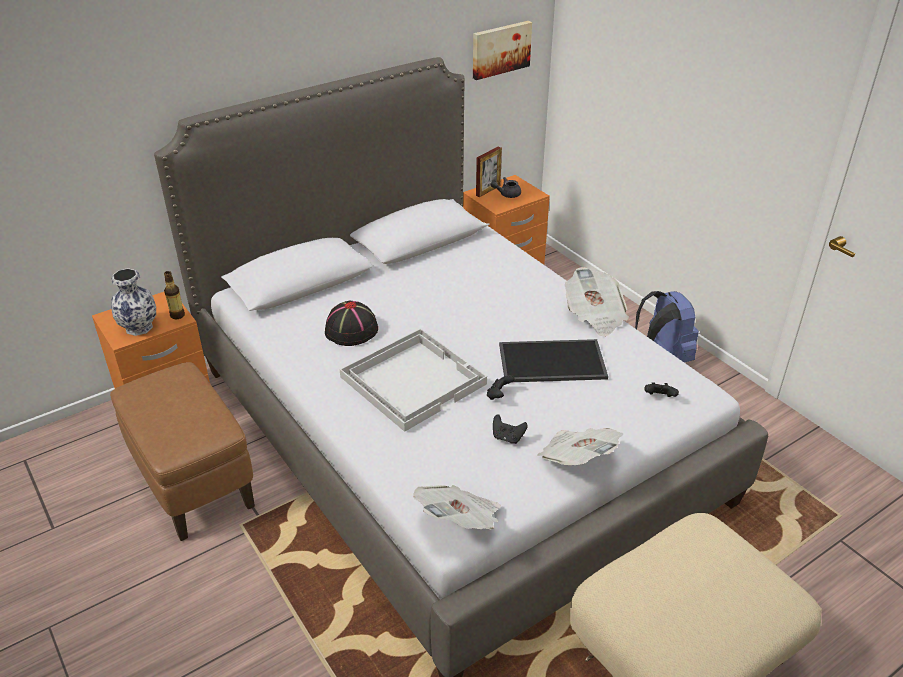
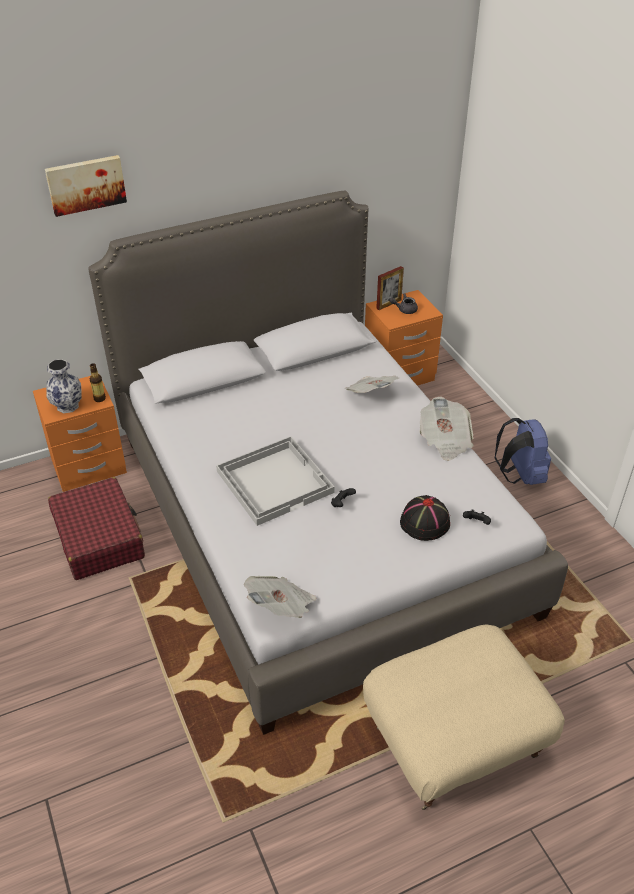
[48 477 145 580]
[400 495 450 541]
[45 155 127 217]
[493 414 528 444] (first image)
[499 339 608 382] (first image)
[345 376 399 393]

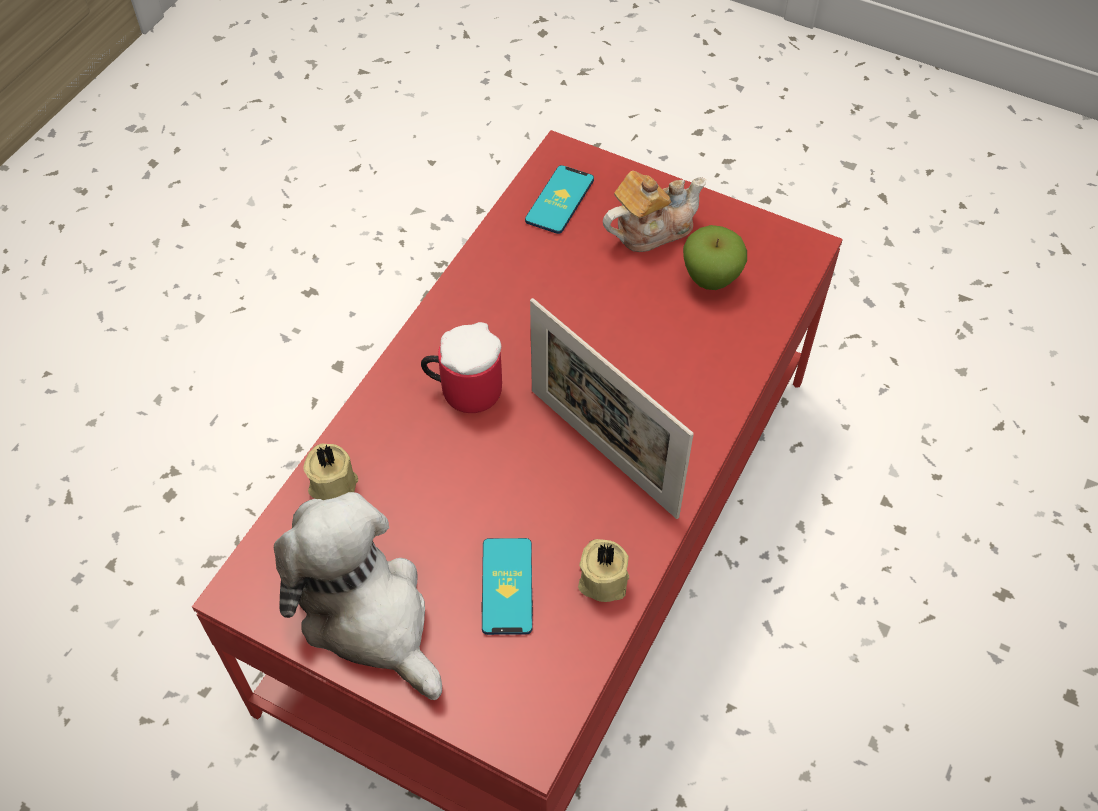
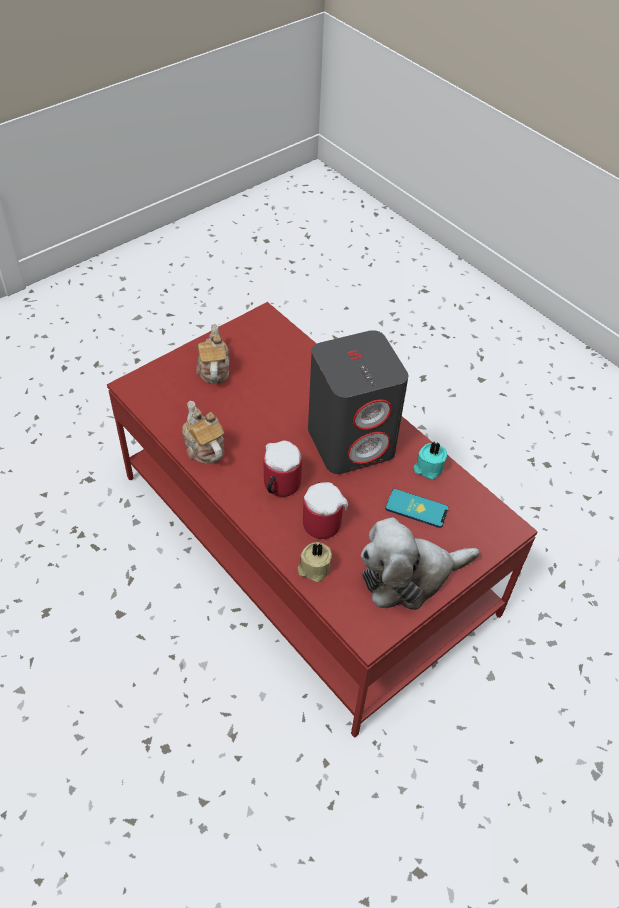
[525 165 594 234] (first image)
[308 330 408 474]
[414 442 447 480]
[683 225 747 290] (first image)
[182 401 224 464]
[303 482 348 539]

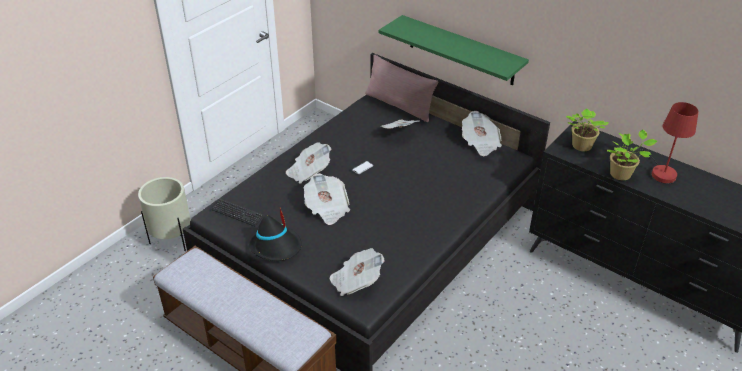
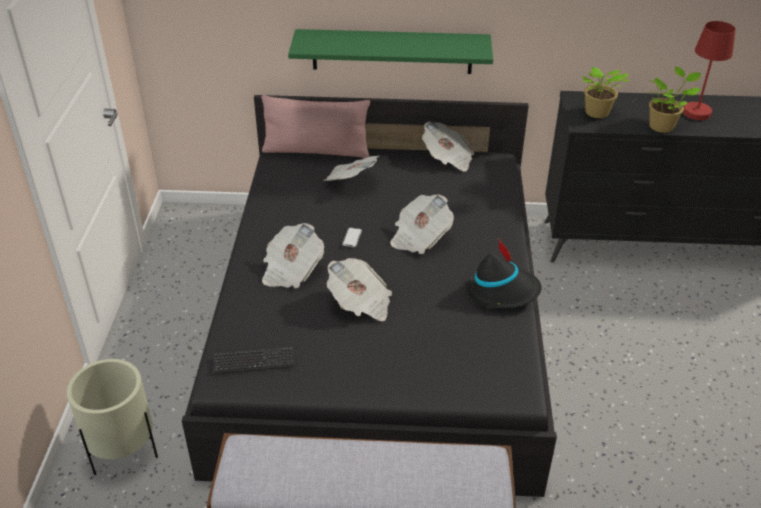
[466 238 542 308]
[390 194 454 254]

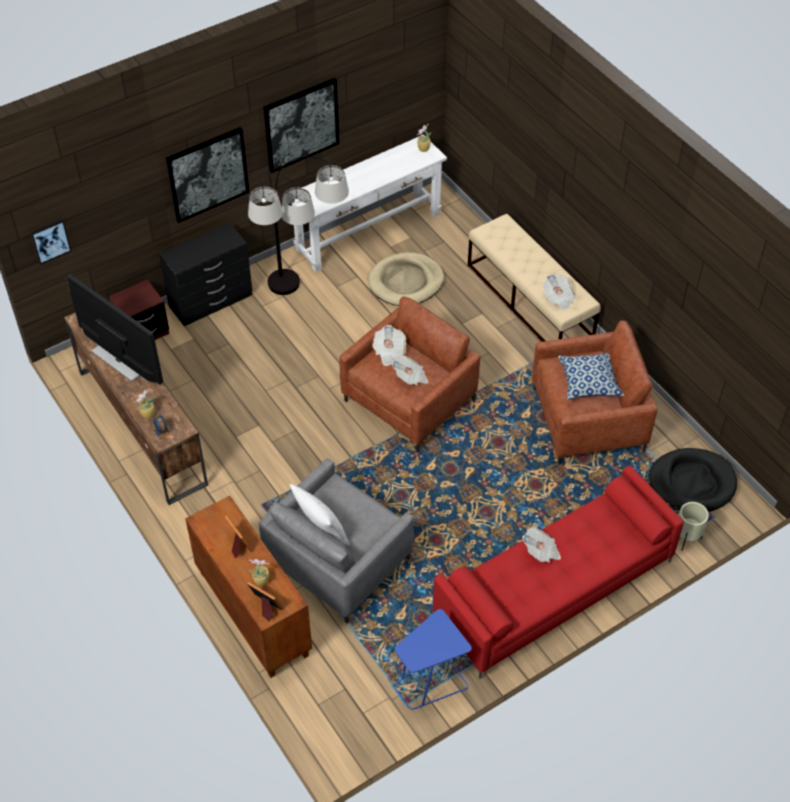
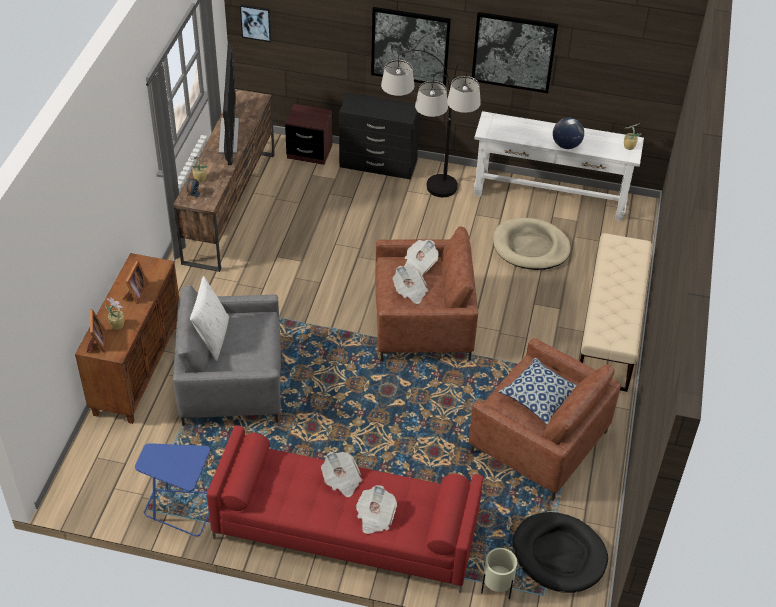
[356 485 397 534]
[553 118 584 149]

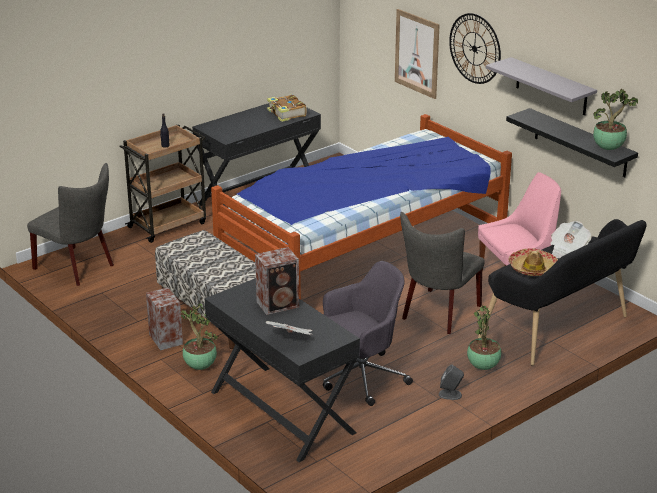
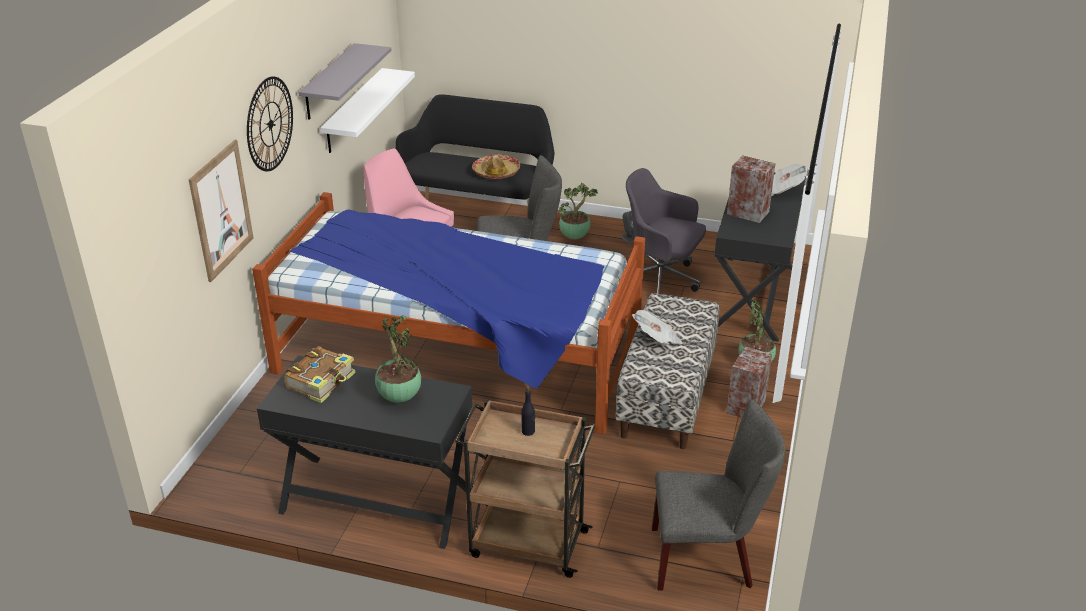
[652 399 785 590]
[320 68 415 153]
[632 310 683 344]
[375 315 421 403]

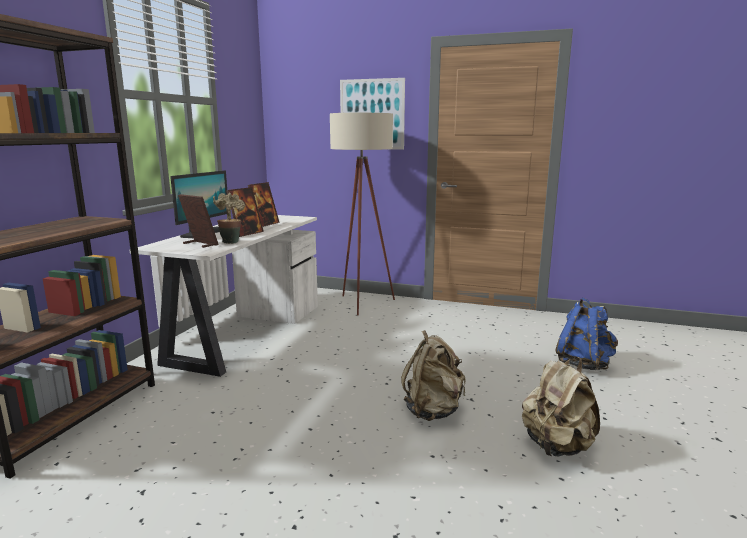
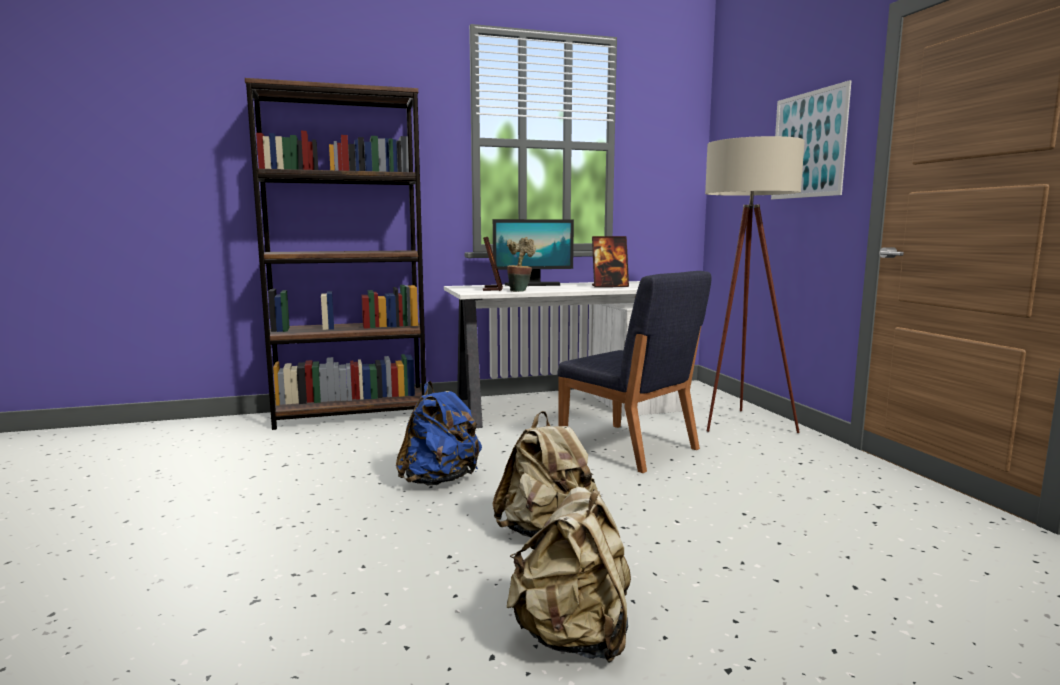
[226 187 264 237] (first image)
[396 381 482 485]
[557 271 712 473]

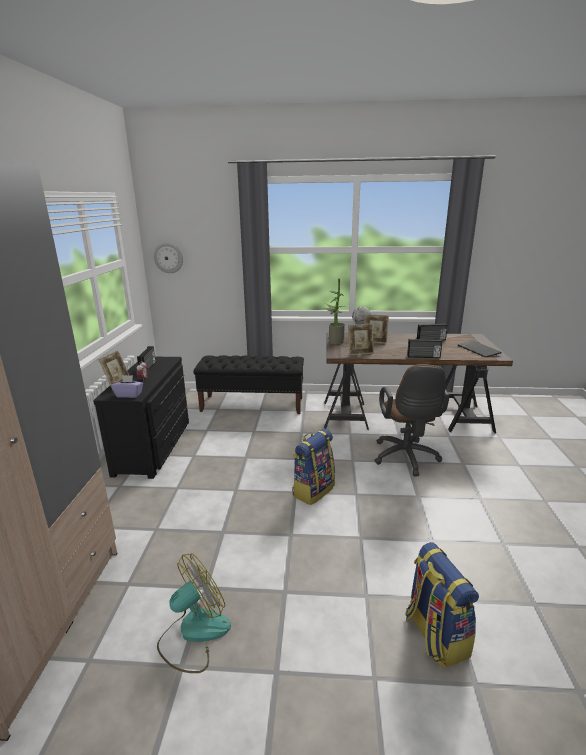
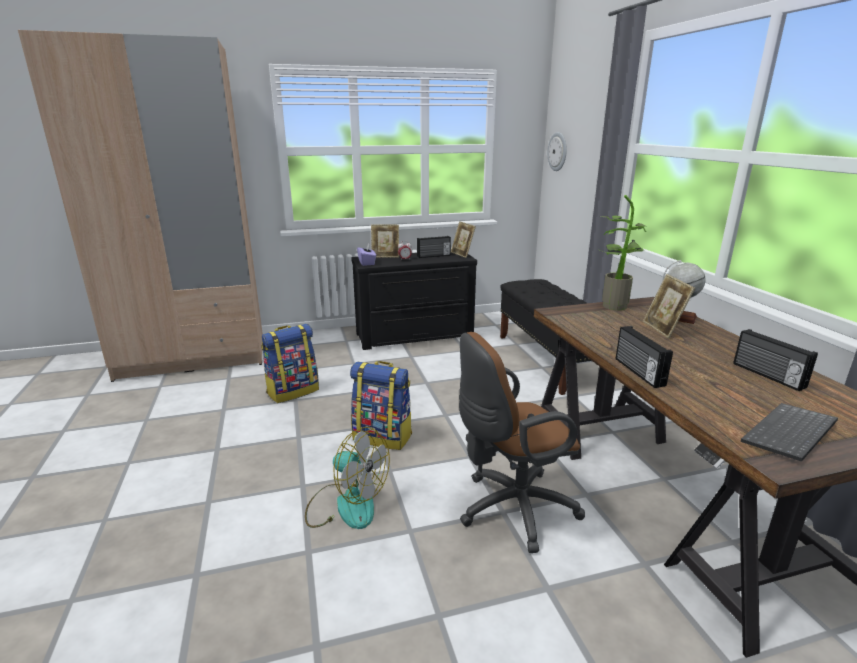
[305 427 390 529]
[451 221 476 258]
[261 324 319 403]

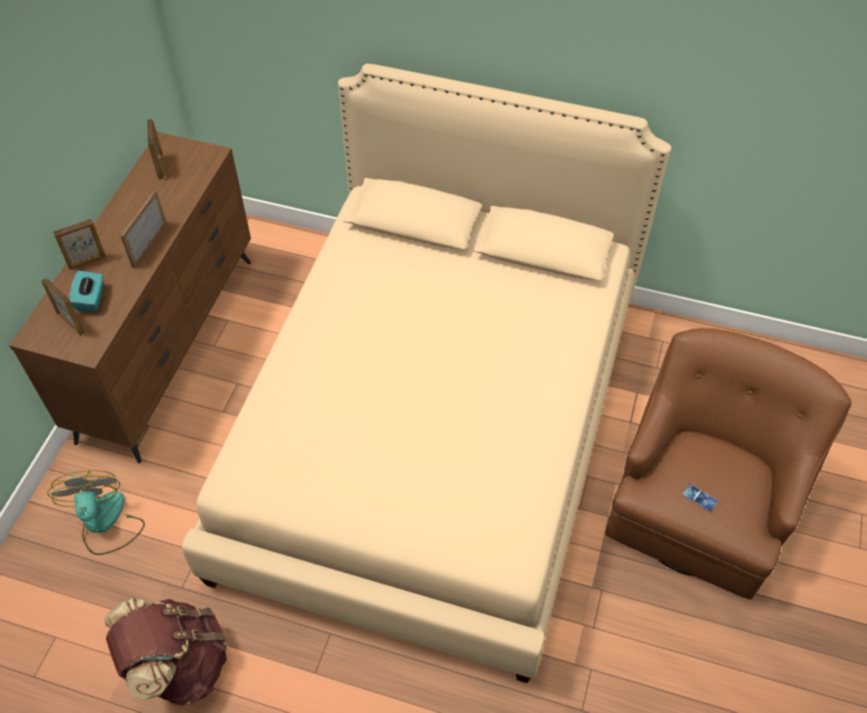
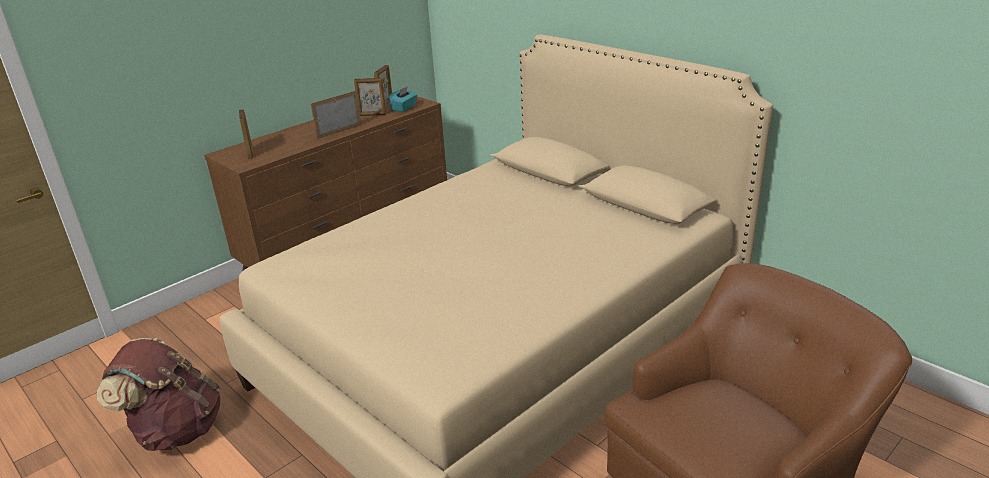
[47 470 145 555] (first image)
[354 78 386 116]
[388 86 417 112]
[683 484 718 512] (first image)

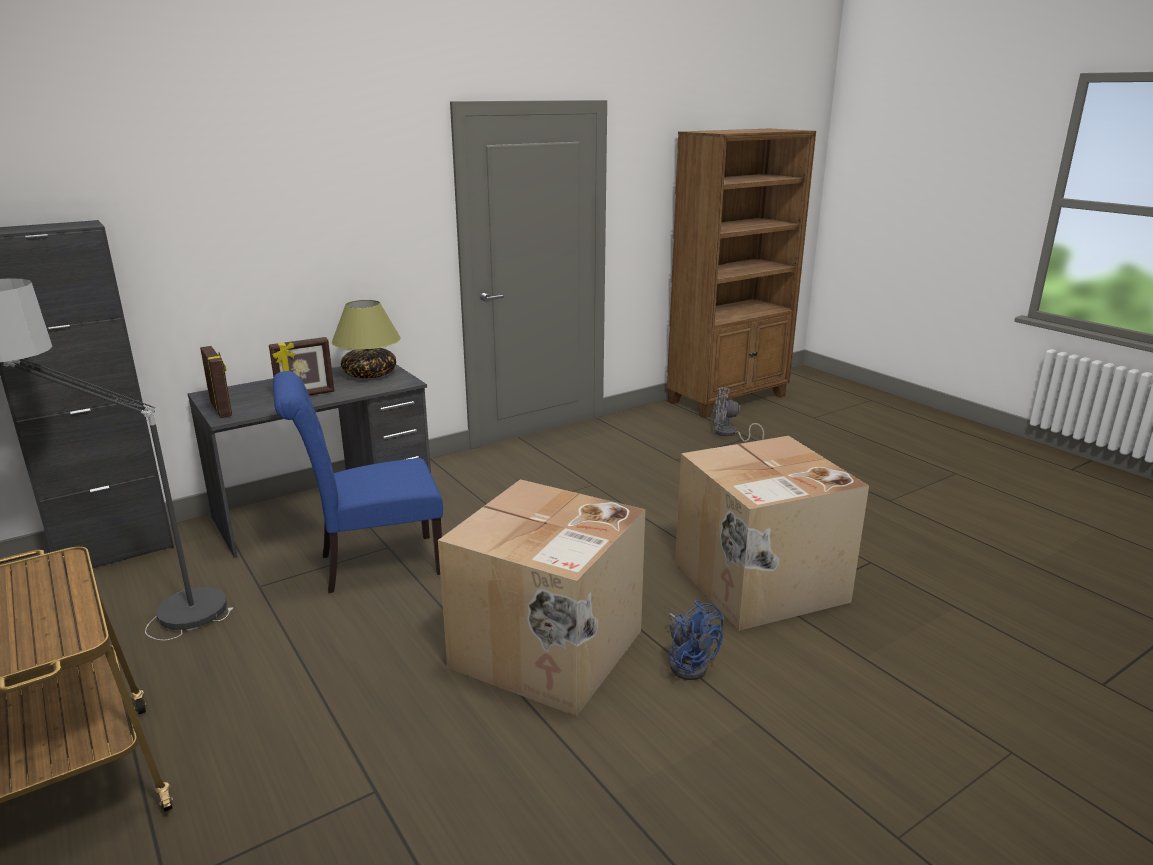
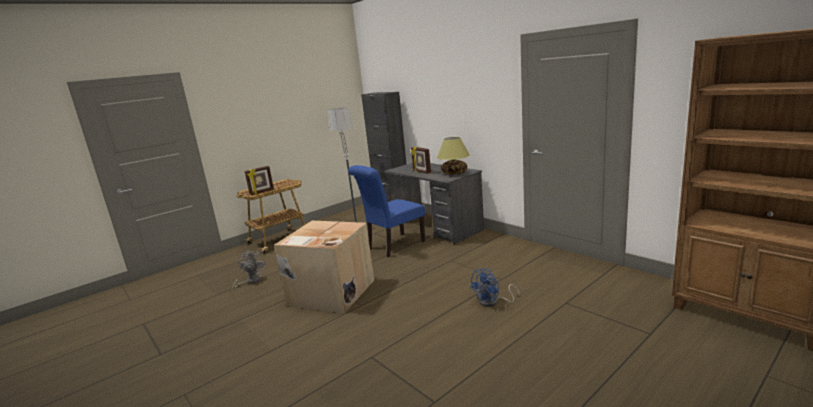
[245 166 274 195]
[348 165 425 257]
[470 268 520 307]
[675 436 869 631] (first image)
[231 249 266 293]

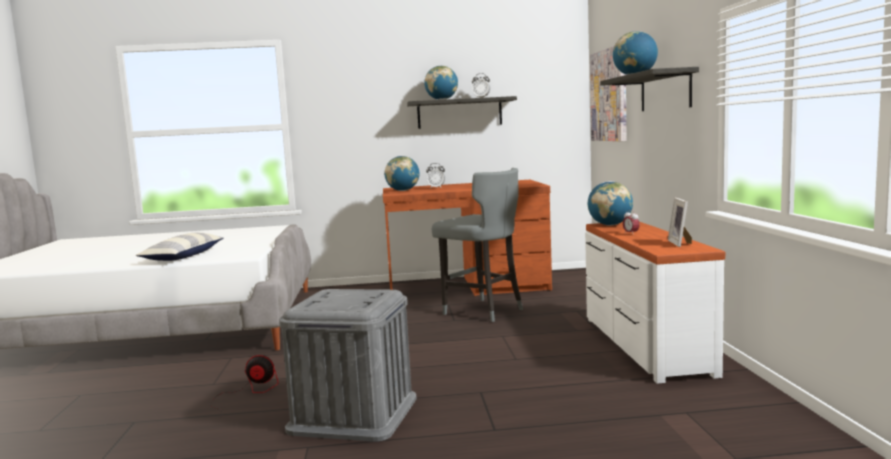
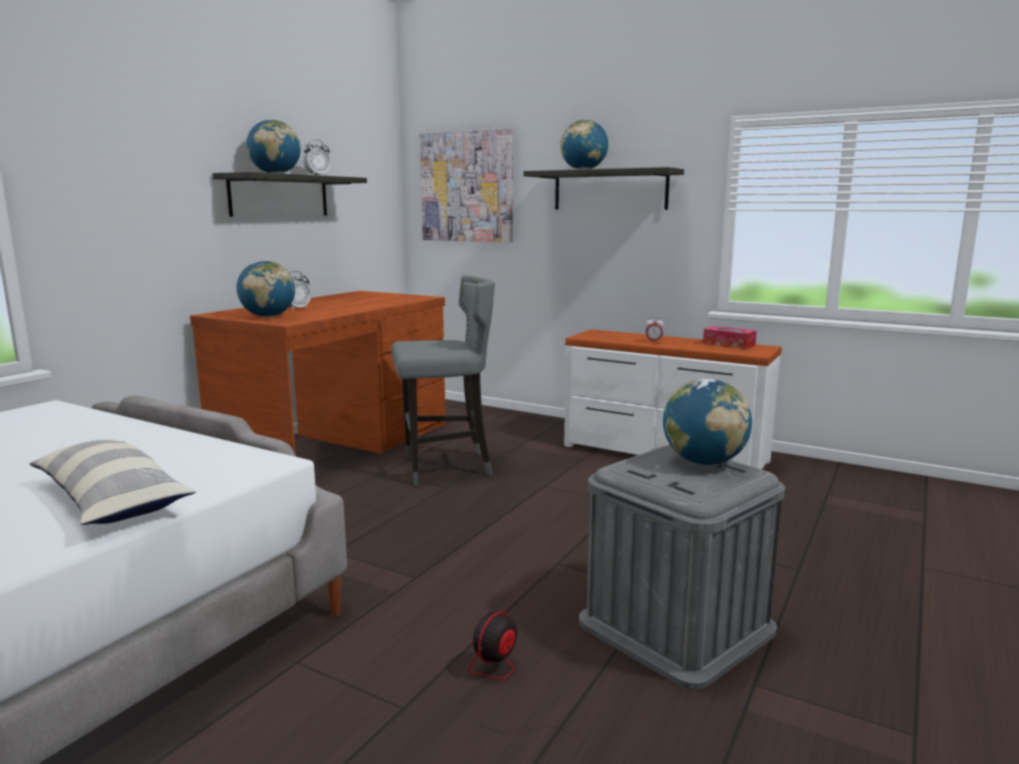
[663 379 752 465]
[703 326 757 349]

